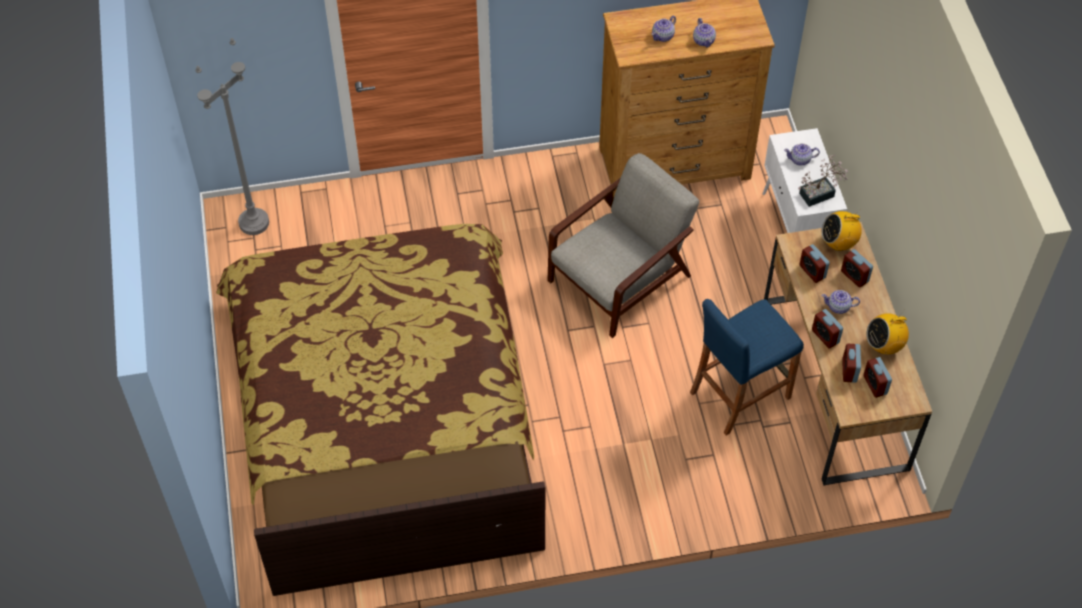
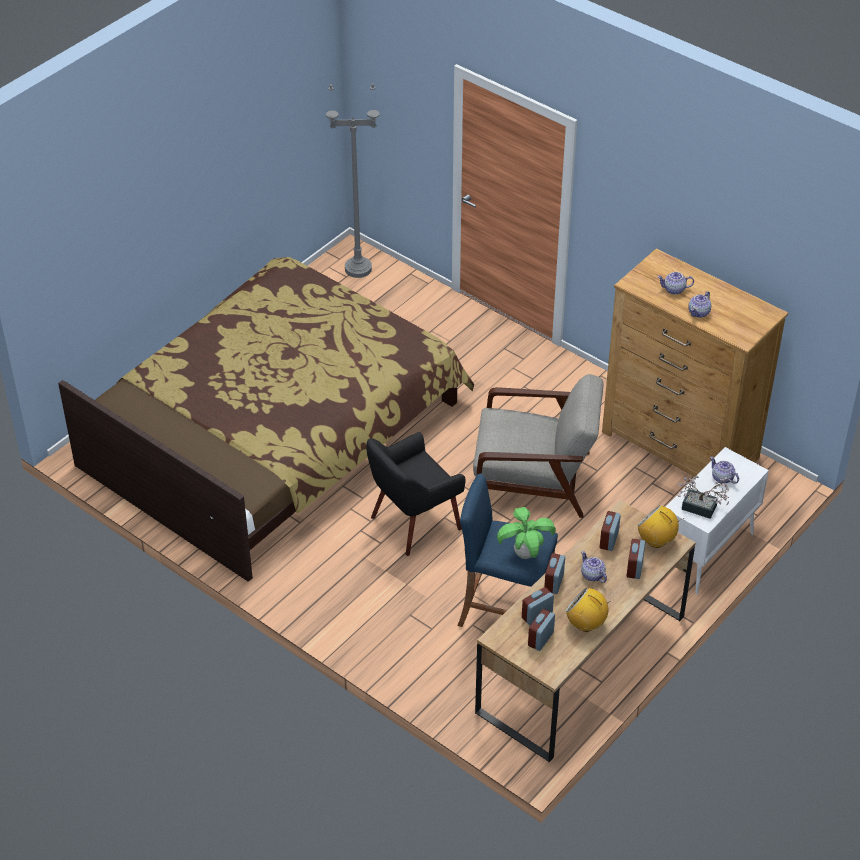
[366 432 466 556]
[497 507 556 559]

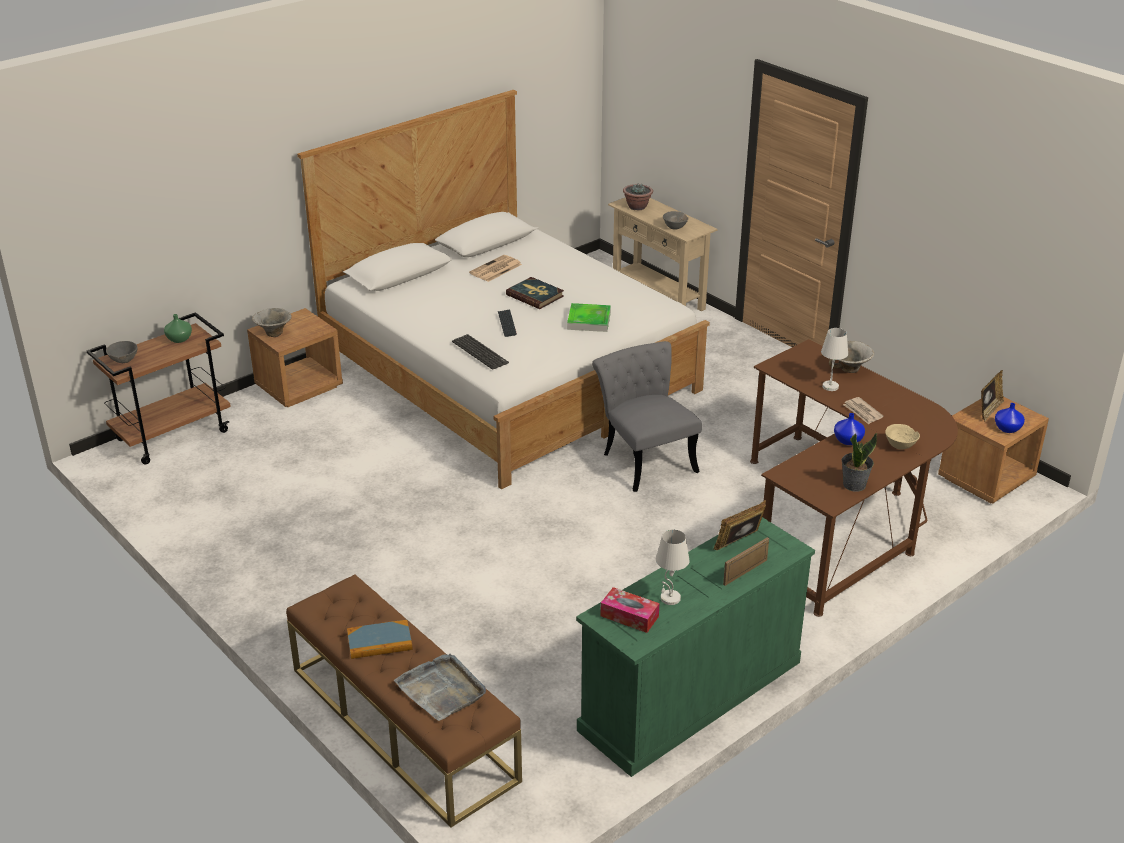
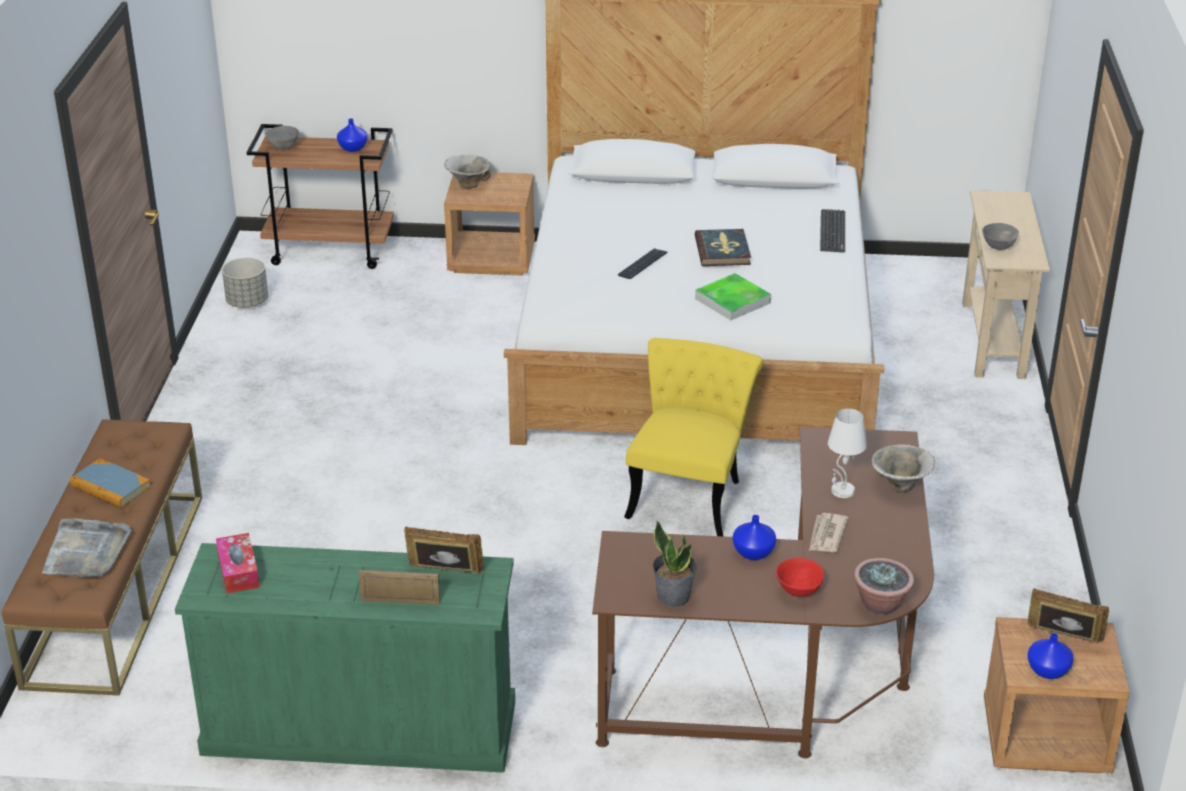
[337 118 368 152]
[820 209 845 252]
[469 255 522 282] (first image)
[624 338 764 536]
[854 558 914 615]
[656 529 690 605] (first image)
[776 558 824 597]
[1028 588 1109 643]
[222 258 268 308]

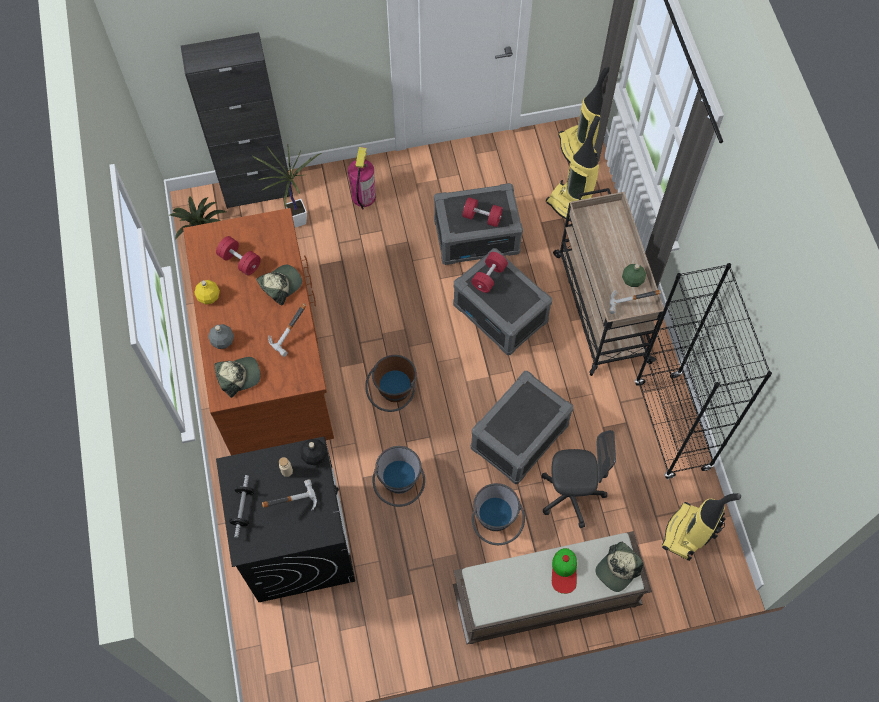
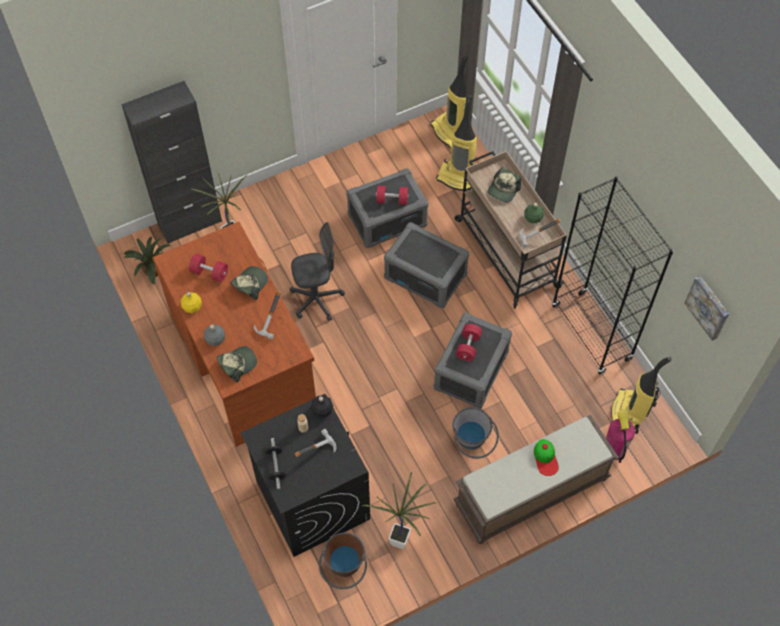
[606 409 635 463]
[319 533 367 589]
[372 446 425 507] (first image)
[456 324 482 361]
[290 222 345 321]
[488 167 521 203]
[362 472 436 549]
[684 276 729 341]

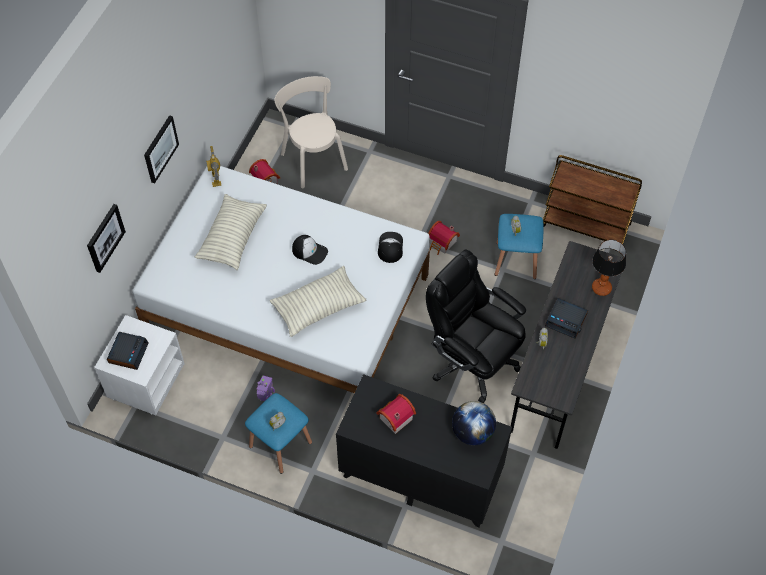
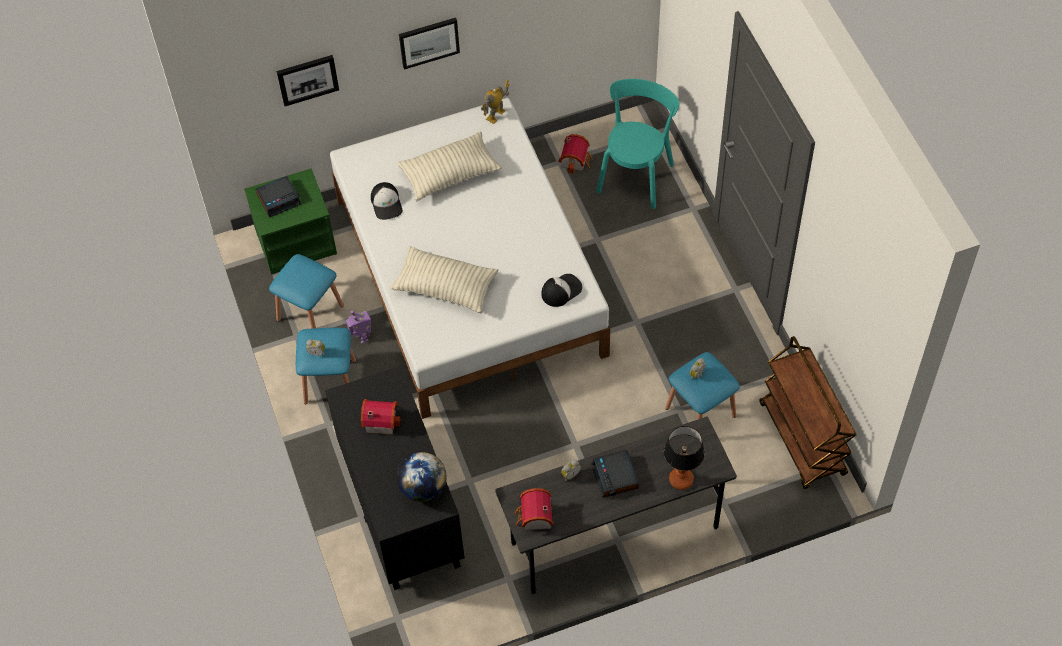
[244 169 337 275]
[596 79 679 209]
[371 182 403 220]
[426 249 526 403] (first image)
[515 488 553 530]
[269 254 344 329]

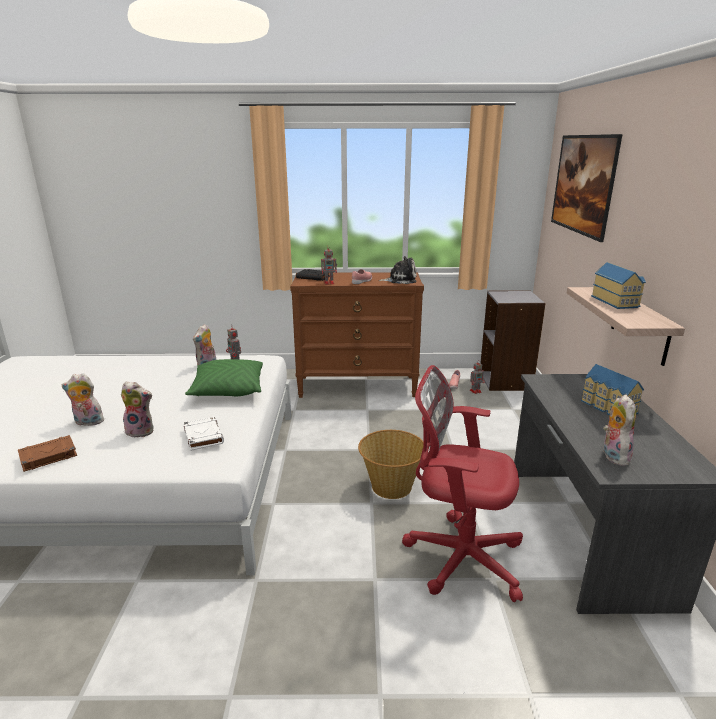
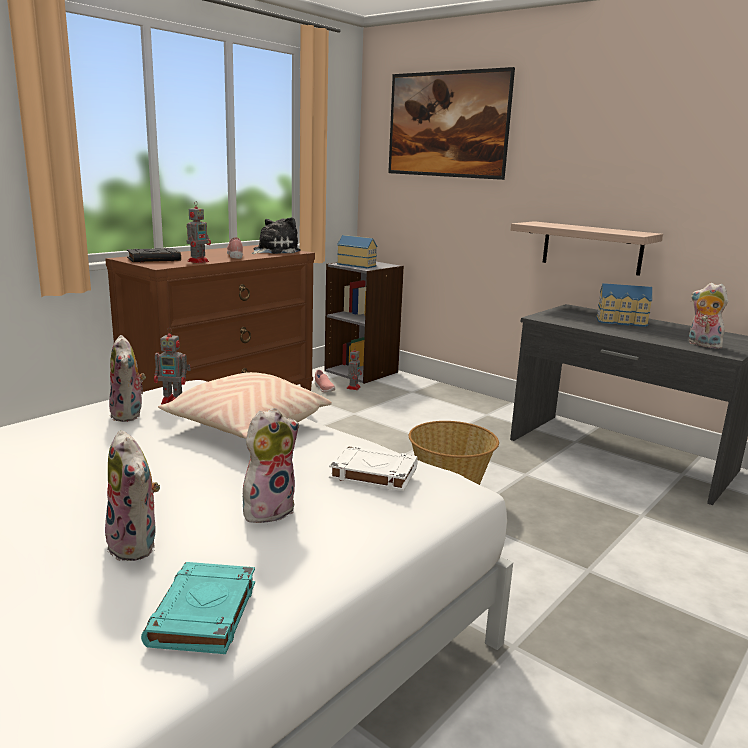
[141 562 255 654]
[105 430 160 561]
[158 372 332 439]
[402 365 523 602] (first image)
[337 235 377 268]

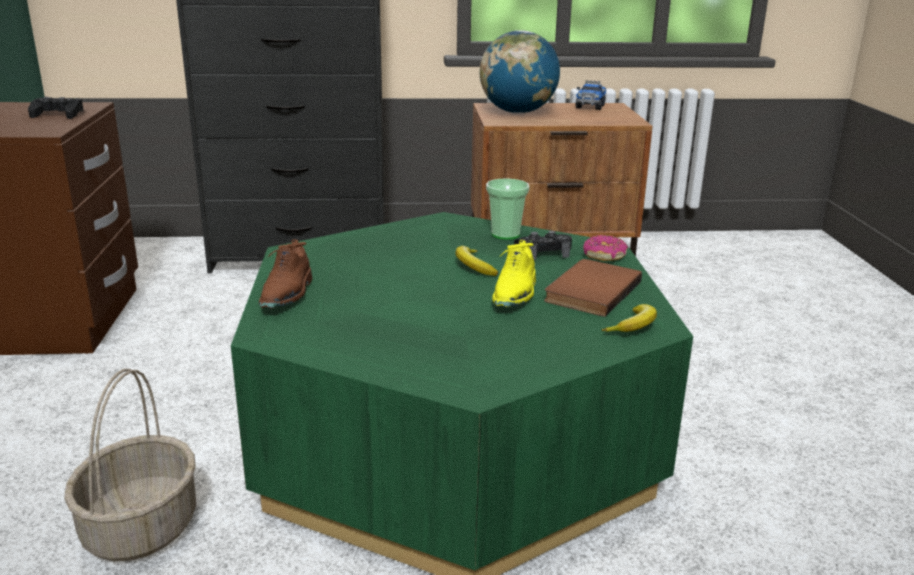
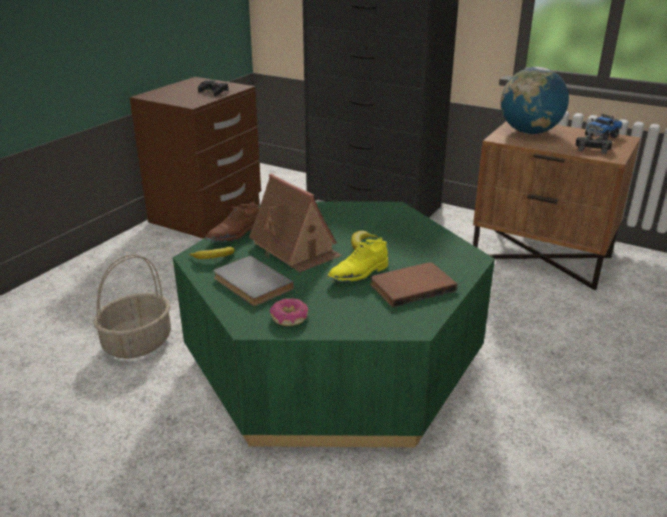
[486 179 530 240] (first image)
[576 135 612 154]
[270 298 308 326]
[190 247 235 259]
[213 256 294 306]
[249 174 342 272]

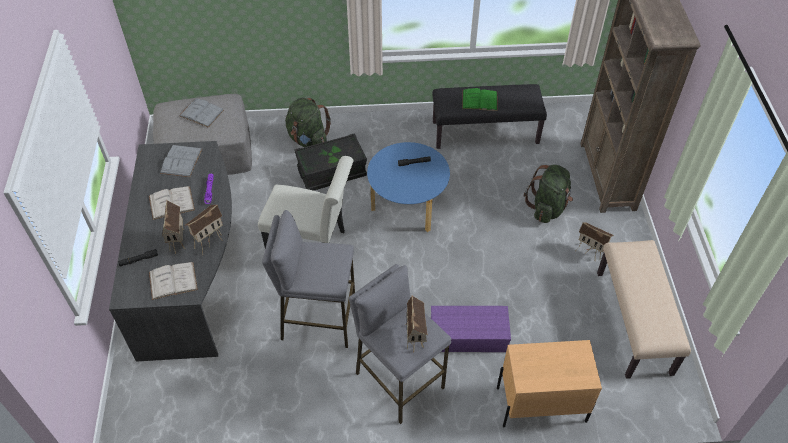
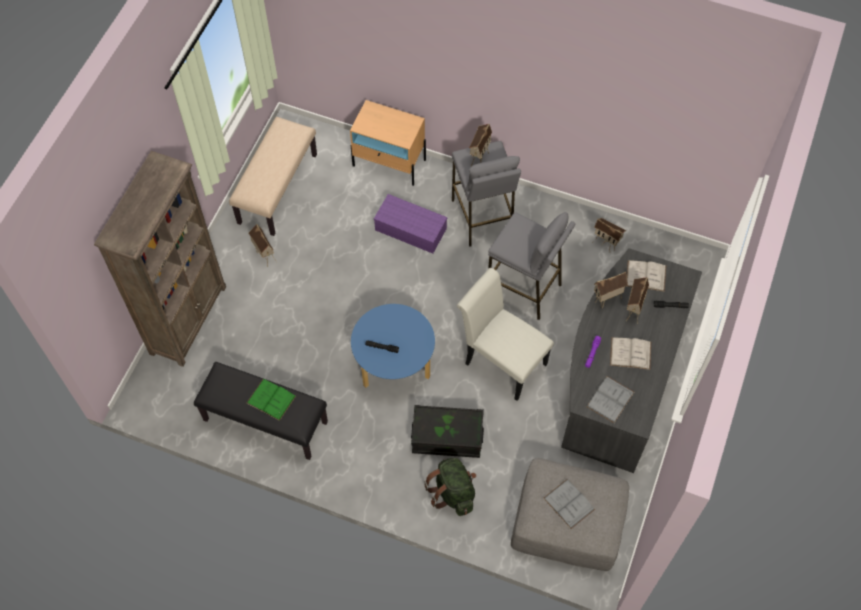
[524 165 573 223] (first image)
[593 218 626 253]

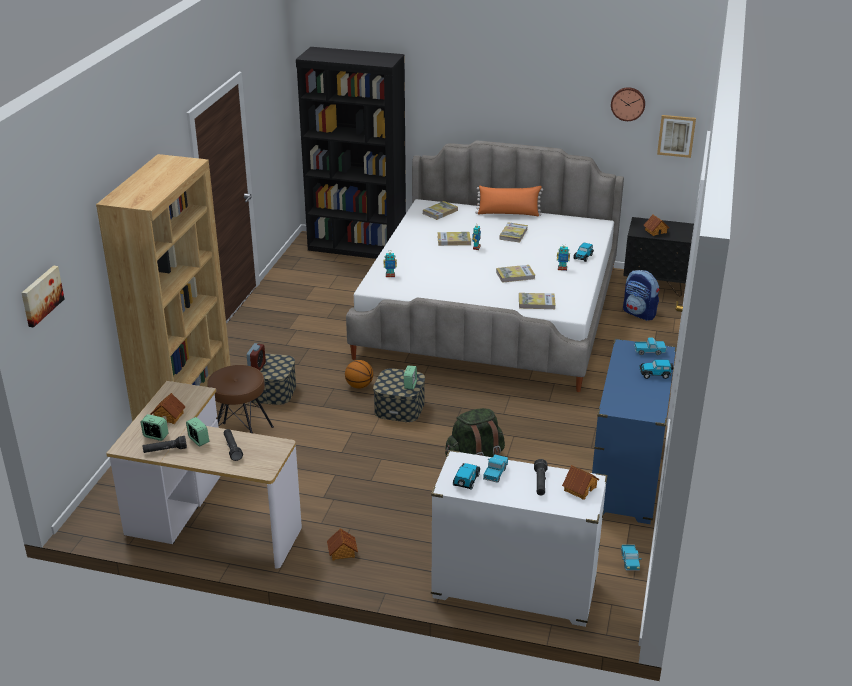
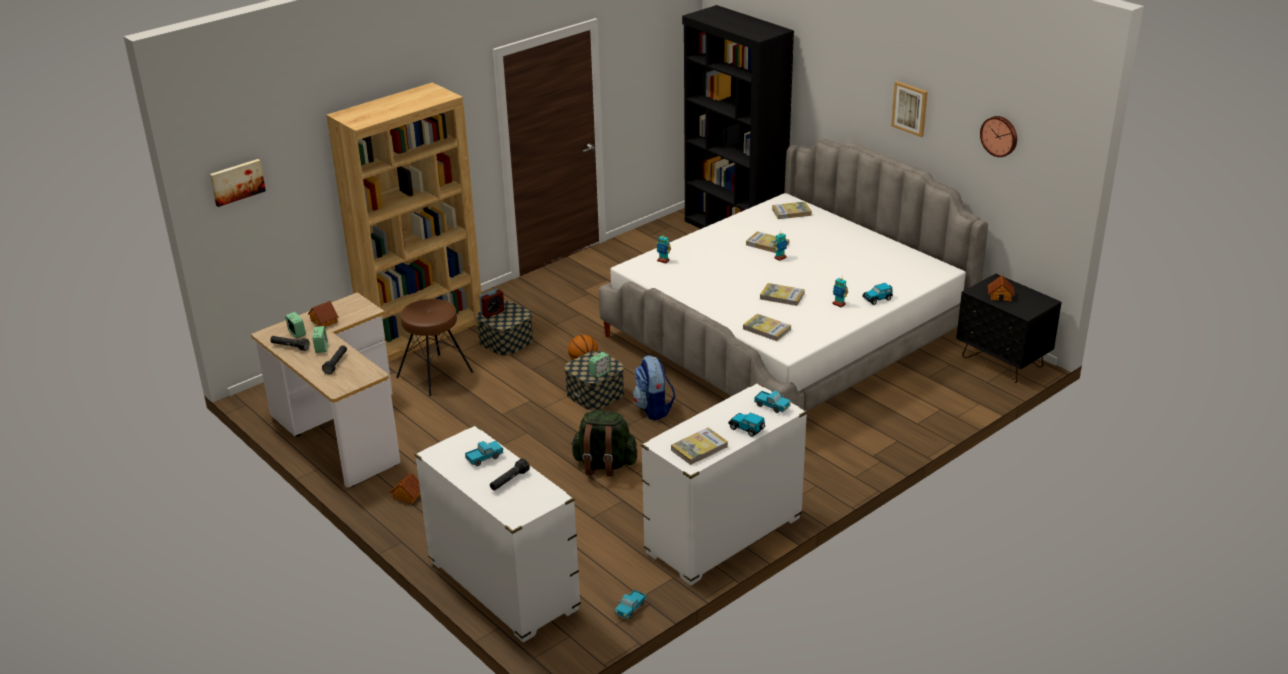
[453 463 480 490] (first image)
[475 186 543 216] (first image)
[671 427 728 465]
[562 465 599 499] (first image)
[641 383 807 586]
[633 355 676 420]
[891 81 928 137]

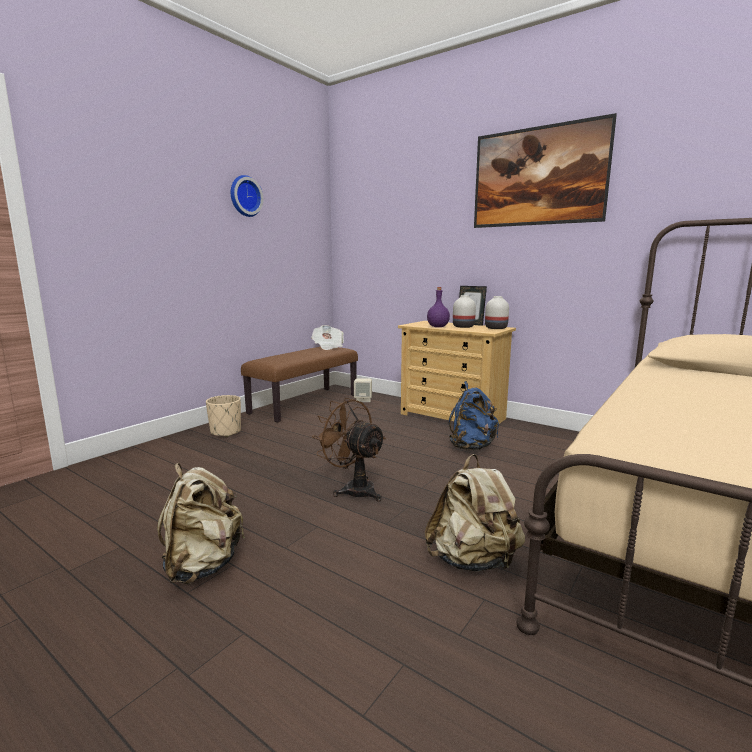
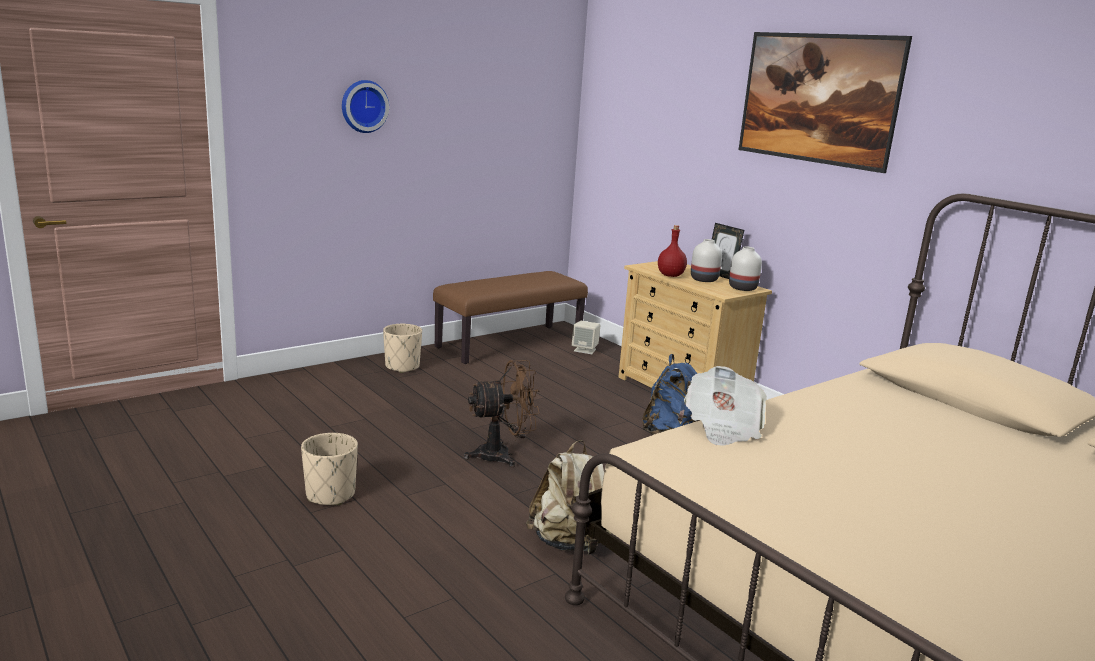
[301 433 358 505]
[342 80 389 133]
[684 366 767 445]
[464 360 540 467]
[658 225 687 277]

